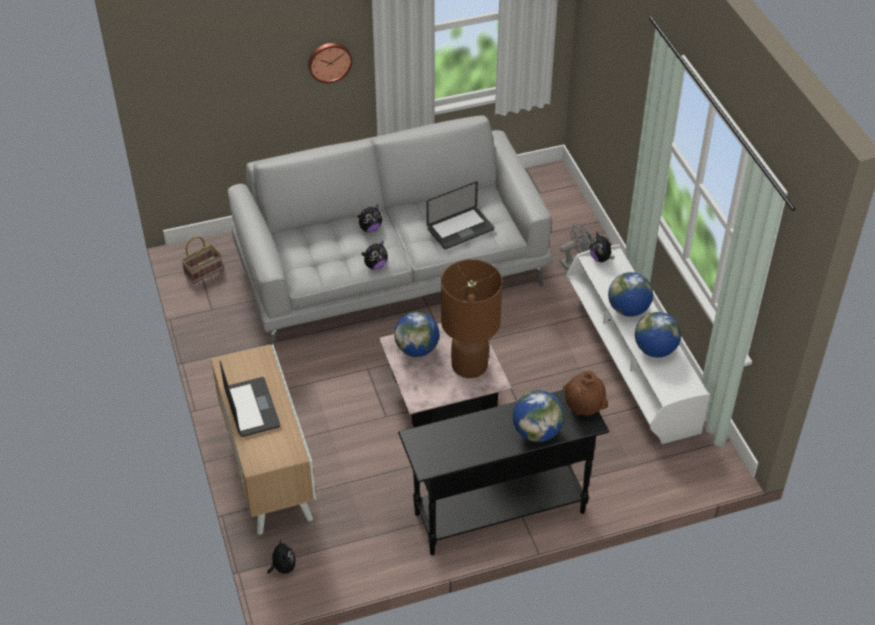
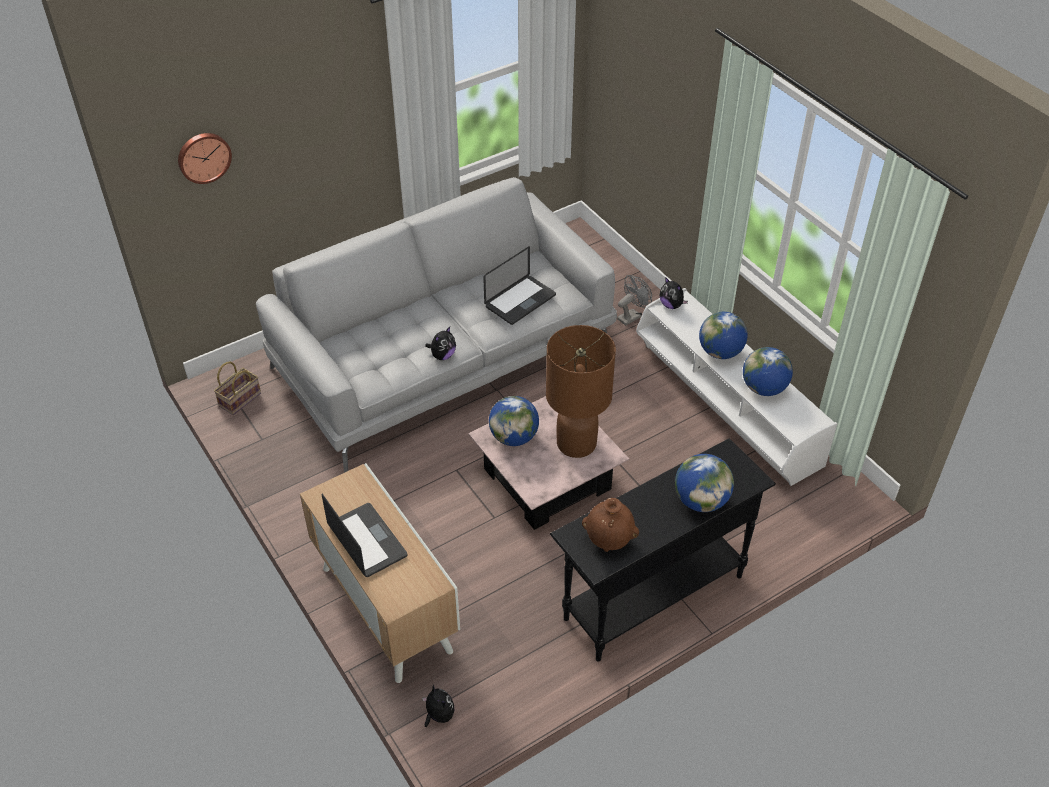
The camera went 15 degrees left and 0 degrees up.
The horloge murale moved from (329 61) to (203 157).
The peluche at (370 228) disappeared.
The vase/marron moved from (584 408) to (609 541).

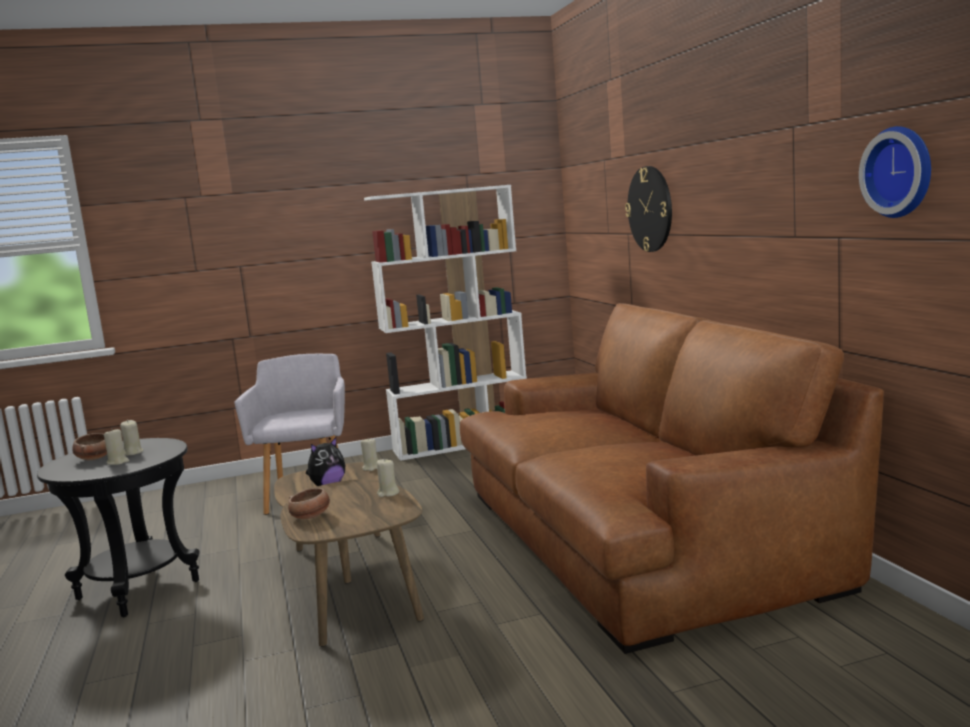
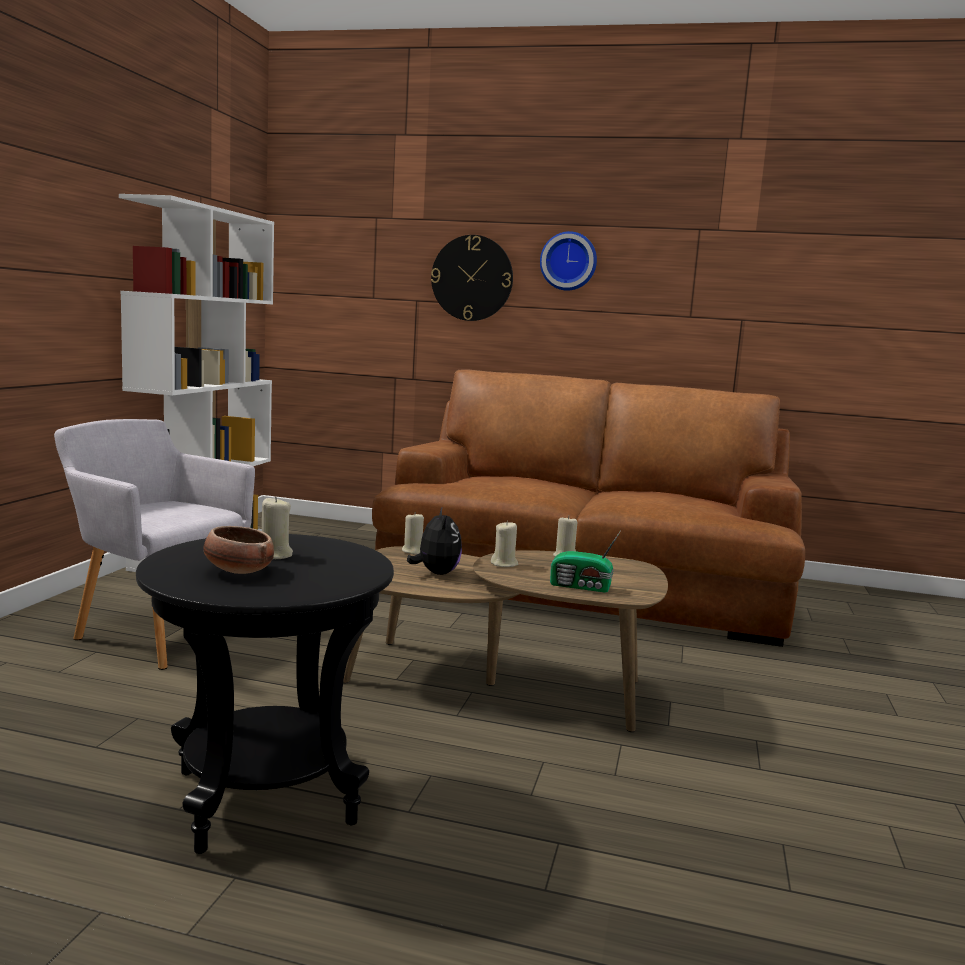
The camera went 60 degrees left and 0 degrees up.
The horloge murale moved from (901 172) to (569 261).
The bougie/beige moved from (118 462) to (504 564).
The bol at (311 516) was replaced by the radio at (582 587).

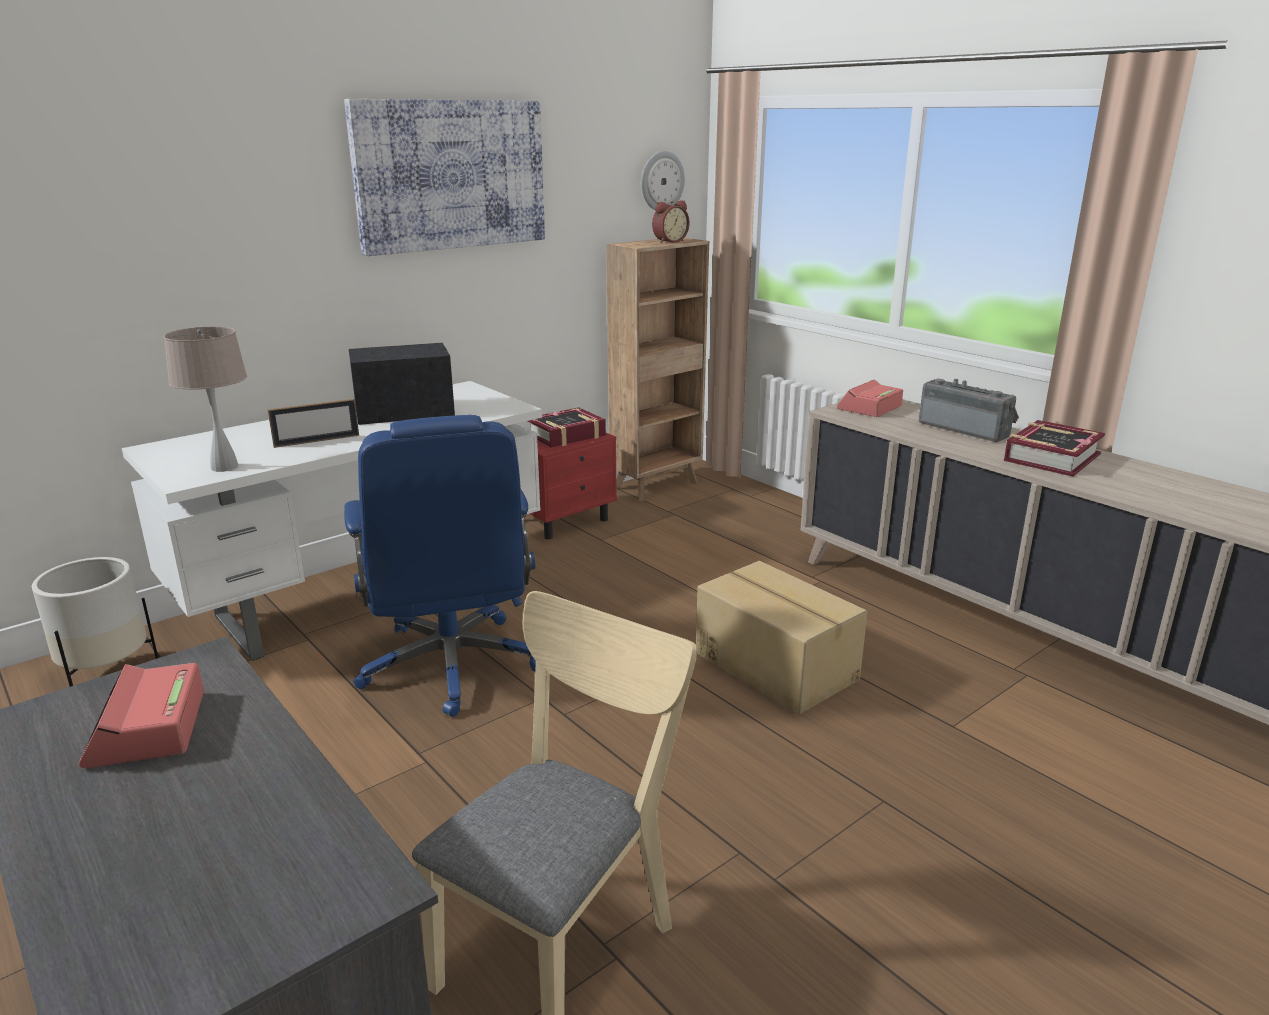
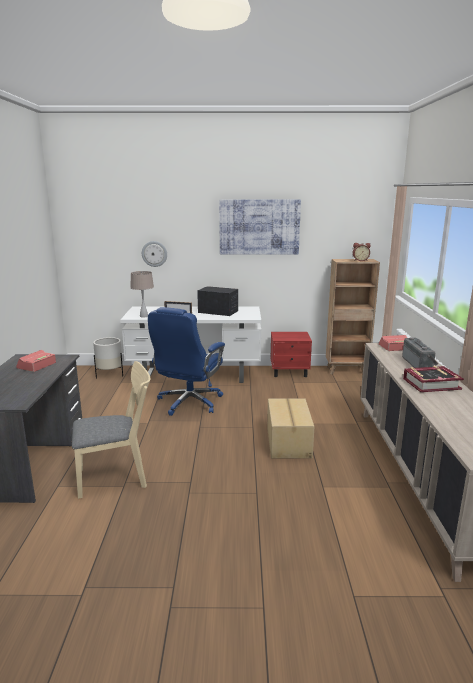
The camera went 40 degrees right and 5 degrees down.
The horloge murale moved from (661 181) to (154 253).
The livre at (566 435) disappeared.

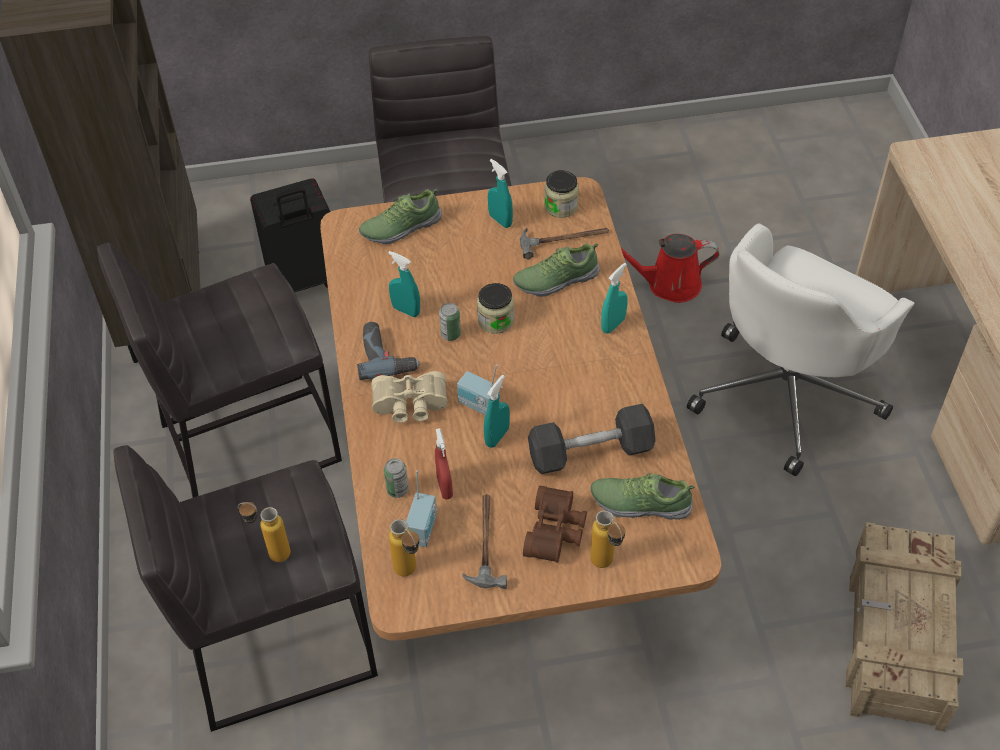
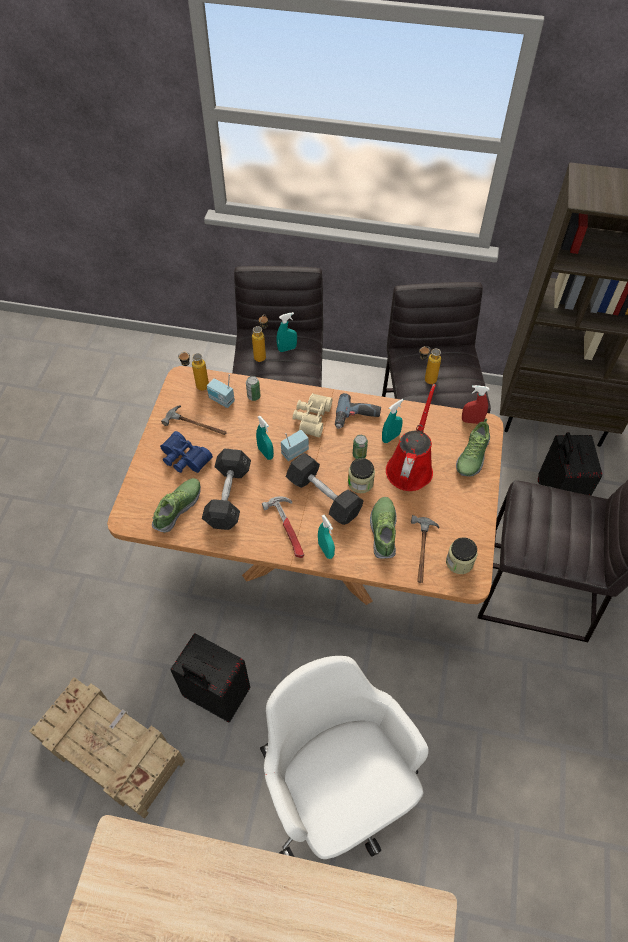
The camera went 110 degrees right and 5 degrees up.
The vaporisateur/turquoise moved from (500 220) to (287 349).
The chaussure at (400 227) turned 150 degrees counterclockwise.
The arrosoir/rouge moved from (668 284) to (410 467).
The vaporisateur/rouge moved from (444 487) to (472 421).
The jumelles/marron at (556 531) became the jumelles/bleu at (184 459).
The bouteille moved from (606 566) to (425 380).
The haltère/gris at (323 496) appeared.
The marteau at (288 528) appeared.
The valise/noir at (215 696) appeared.

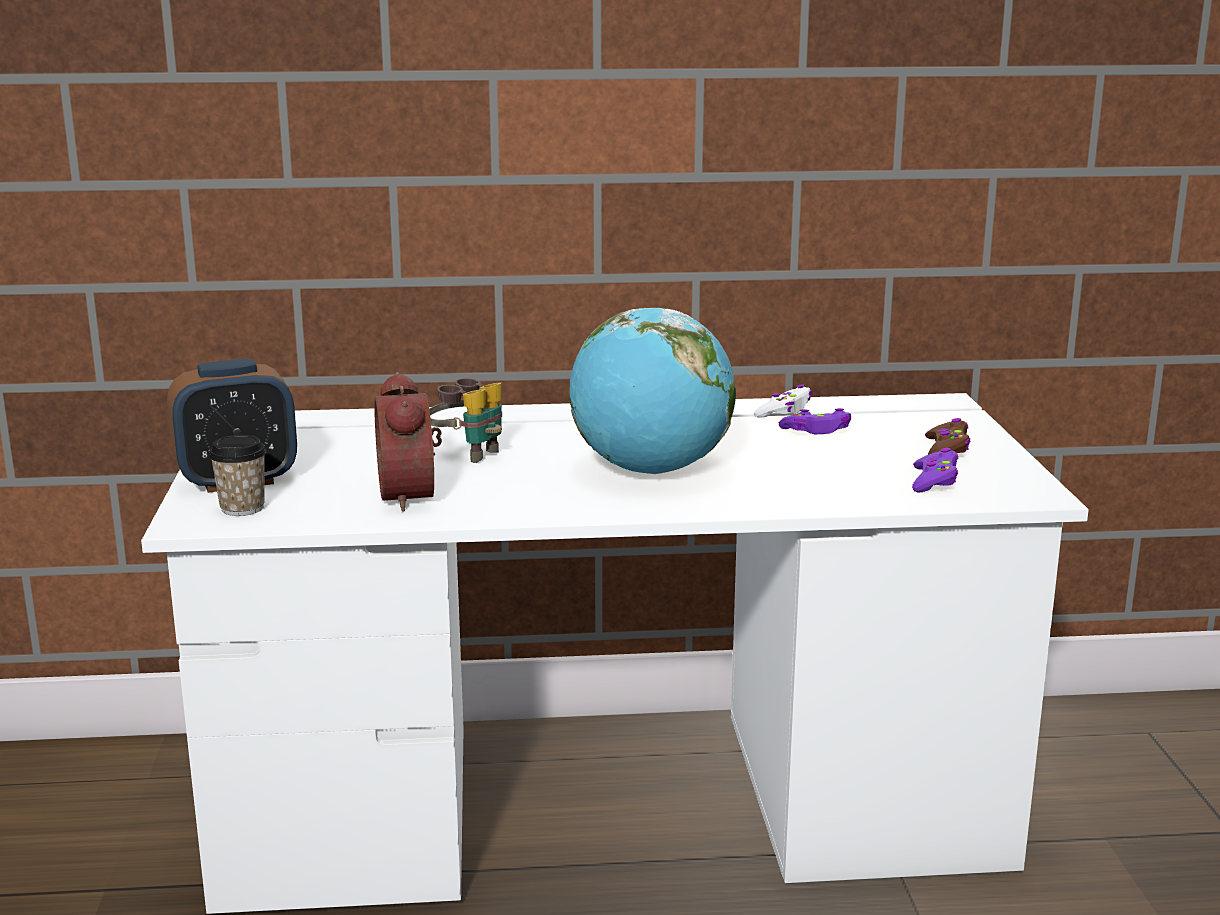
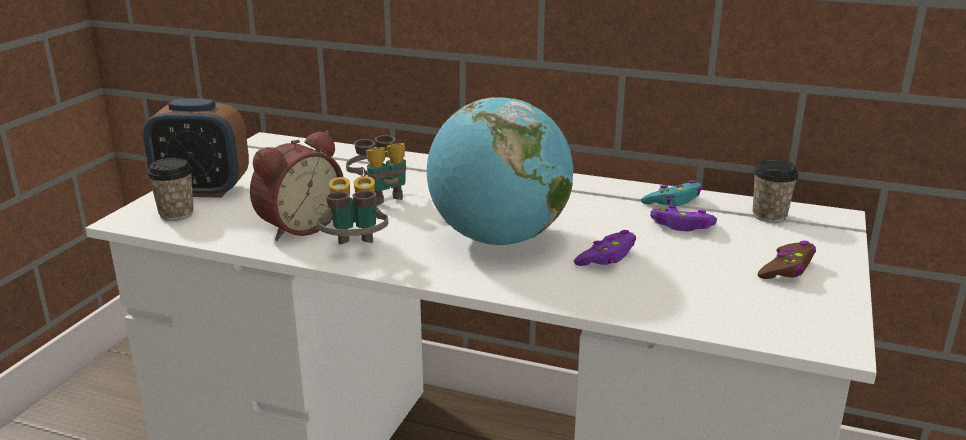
The camera went 25 degrees right and 5 degrees up.
The réveil at (413 495) turned 150 degrees counterclockwise.
The manette/blanc at (784 411) became the manette/turquoise at (673 201).
The manette/violet moved from (934 481) to (606 257).
The tasse at (769 216) appeared.
The jumelles at (355 250) appeared.

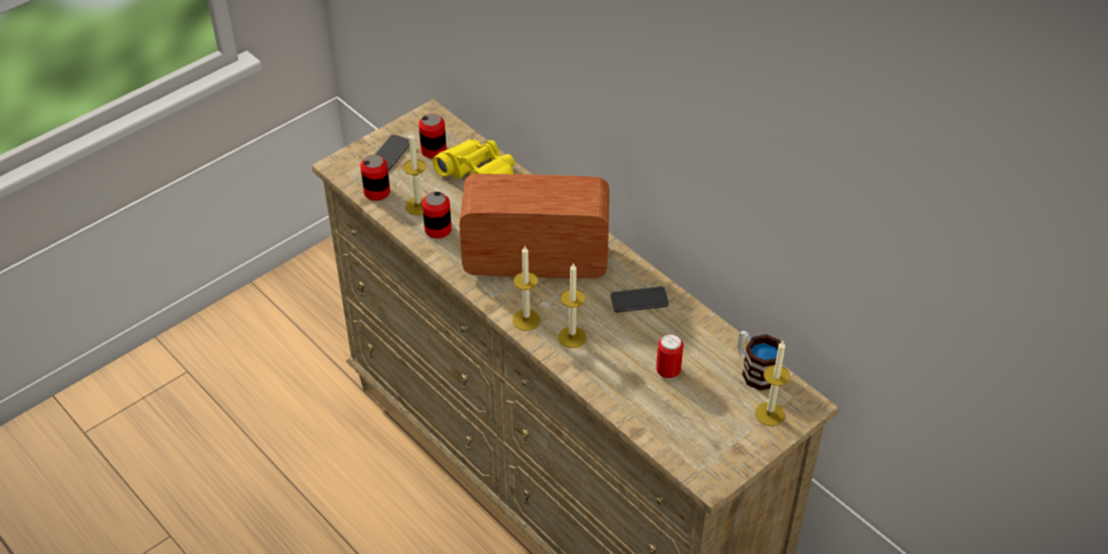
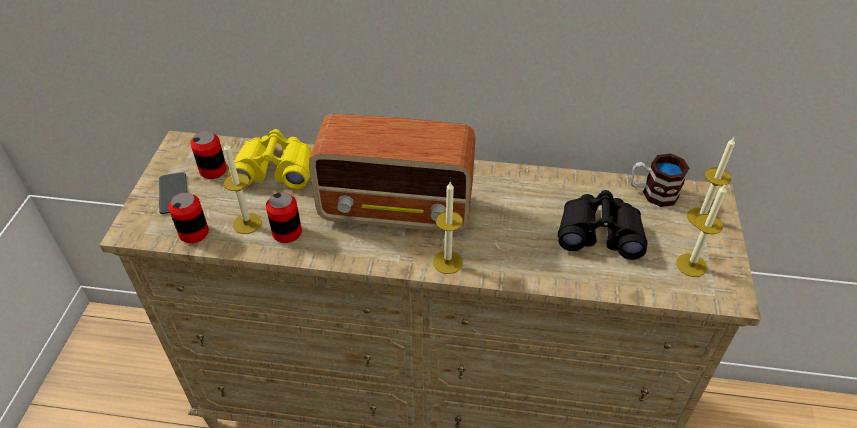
The camera went 40 degrees left and 0 degrees up.
The radio at (534 260) turned 135 degrees counterclockwise.
The bougie moved from (572 337) to (691 265).
The téléphone at (639 300) disappeared.
The boîte métallique at (668 372) was replaced by the jumelles/noir at (600 233).

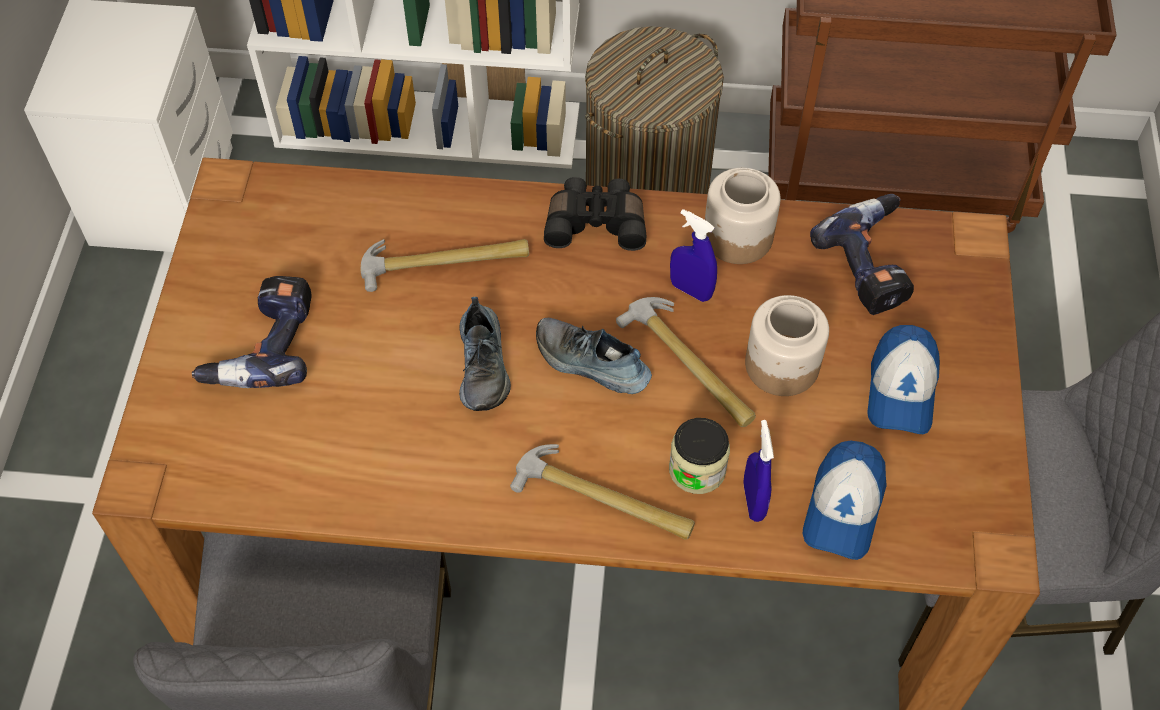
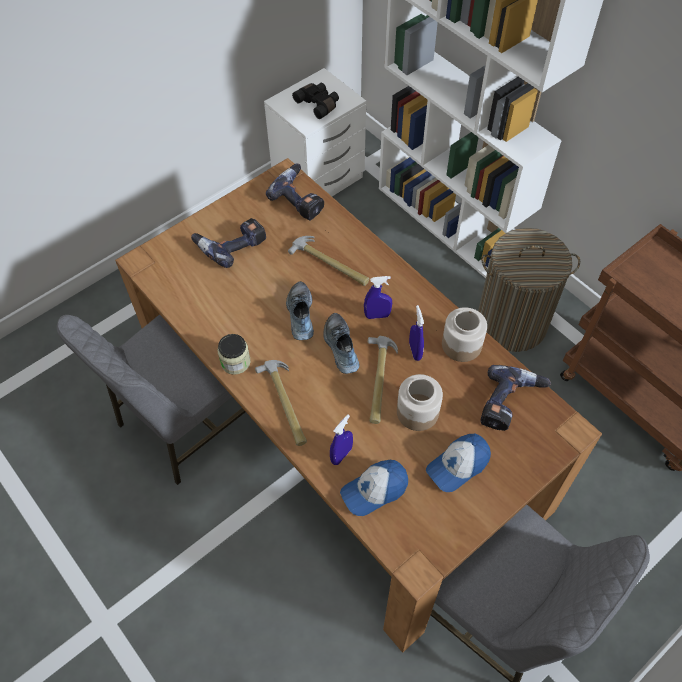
The camera went 45 degrees right and 0 degrees up.
The jumelles/noir moved from (596 222) to (318 104).
The chaussure at (484 365) turned 135 degrees clockwise.
The bocal moved from (697 469) to (235 362).
The perceuse at (300 198) appeared.
The vaporisateur/bleu at (377 315) appeared.

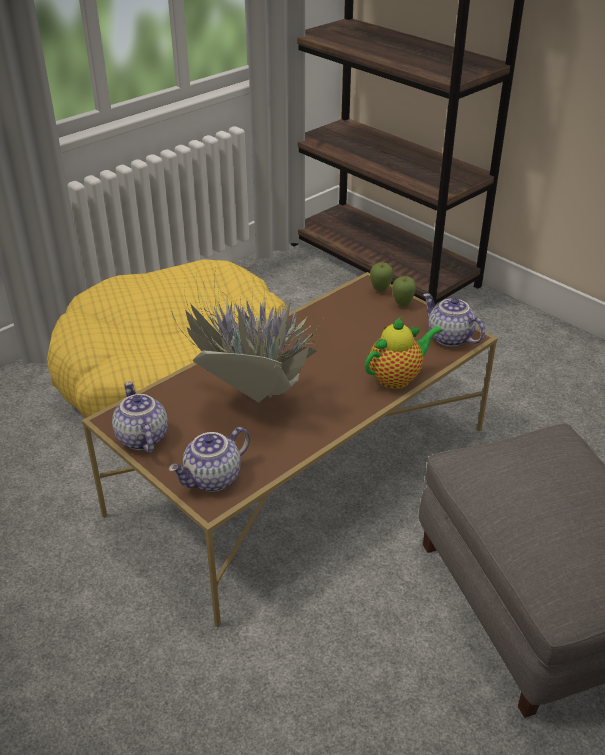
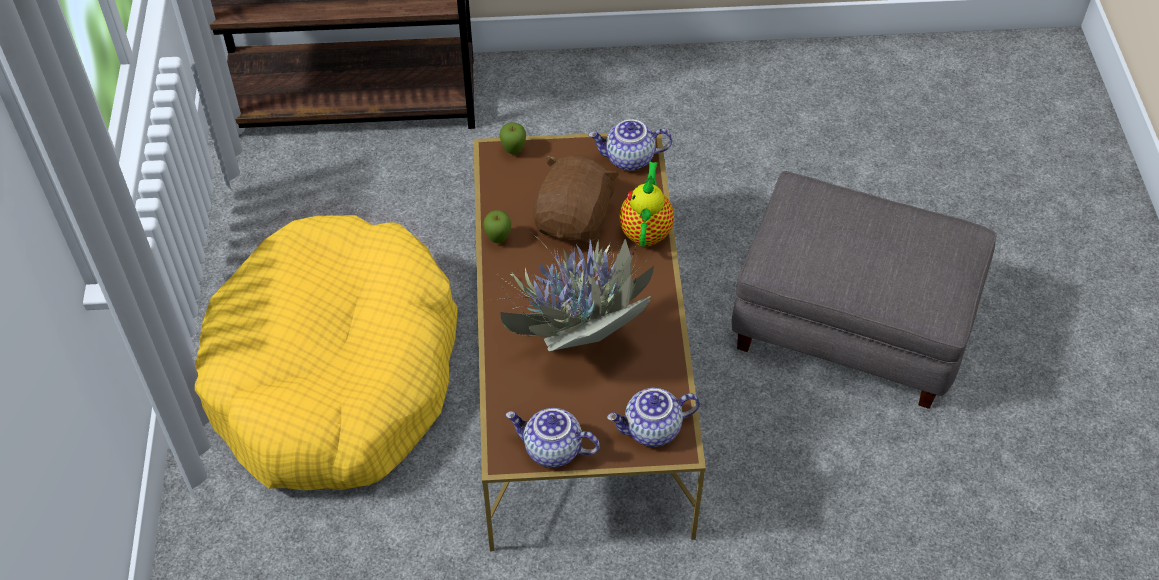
The camera went 50 degrees left and 15 degrees up.
The pomme moved from (402 305) to (498 240).
The théière at (213 479) turned 75 degrees clockwise.
The peluche/marron at (575 220) appeared.

